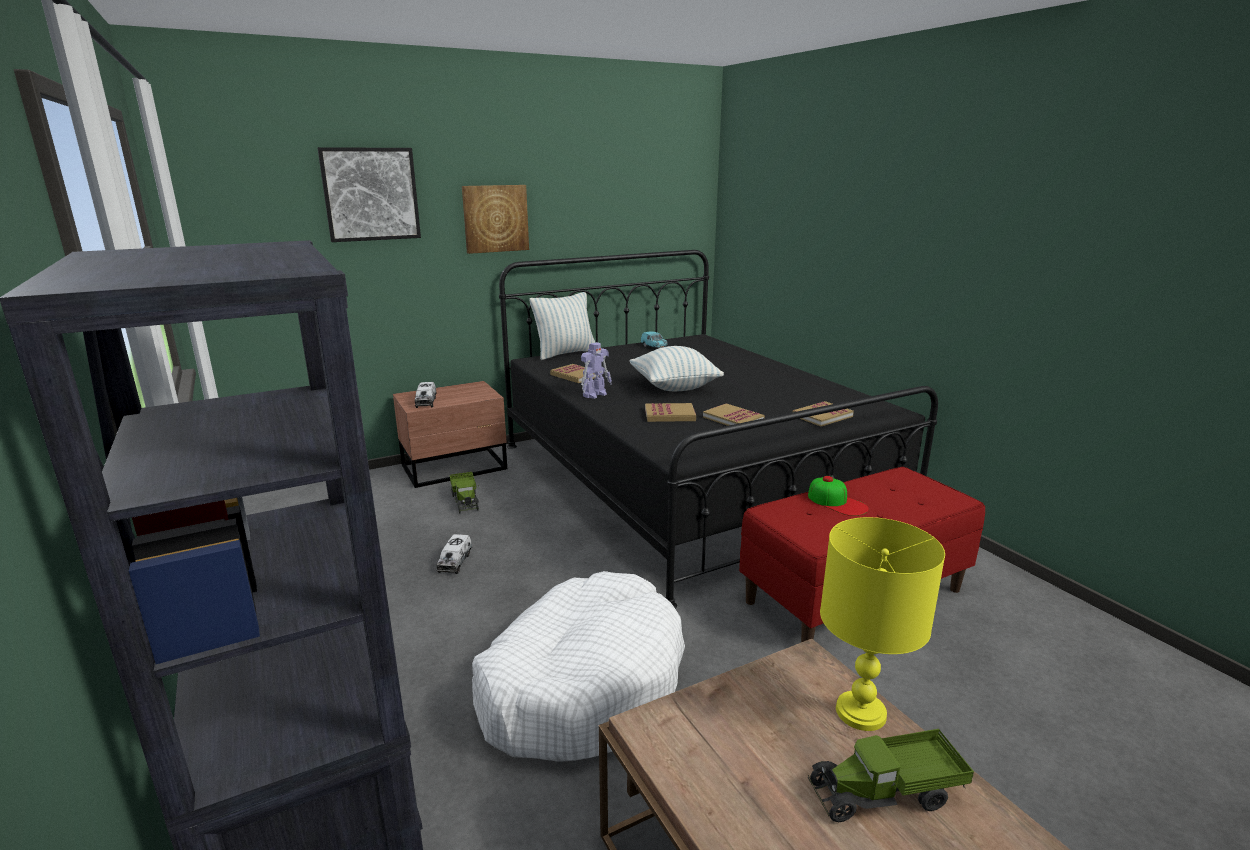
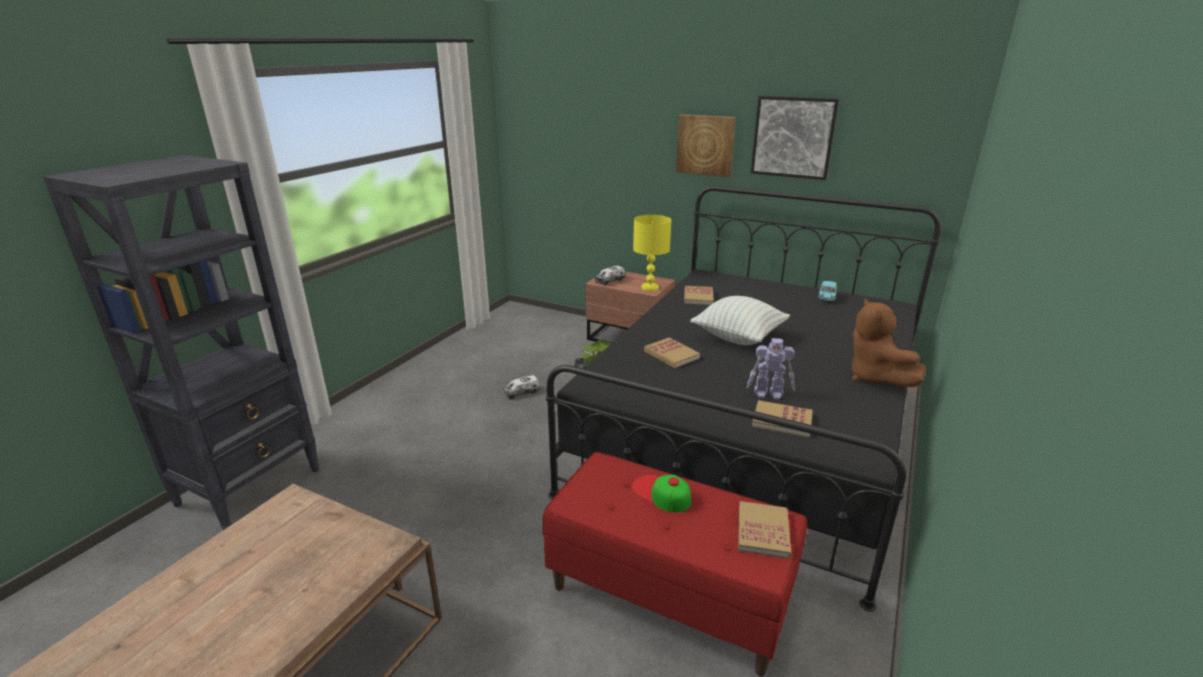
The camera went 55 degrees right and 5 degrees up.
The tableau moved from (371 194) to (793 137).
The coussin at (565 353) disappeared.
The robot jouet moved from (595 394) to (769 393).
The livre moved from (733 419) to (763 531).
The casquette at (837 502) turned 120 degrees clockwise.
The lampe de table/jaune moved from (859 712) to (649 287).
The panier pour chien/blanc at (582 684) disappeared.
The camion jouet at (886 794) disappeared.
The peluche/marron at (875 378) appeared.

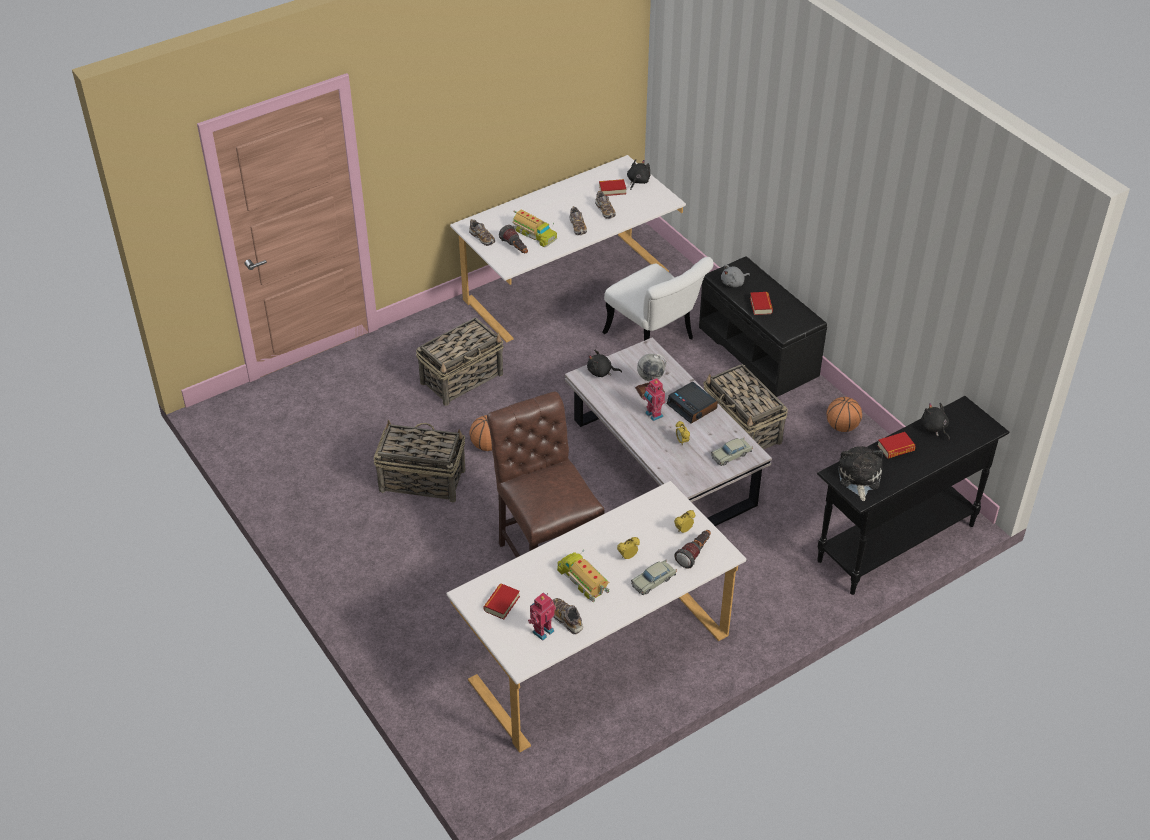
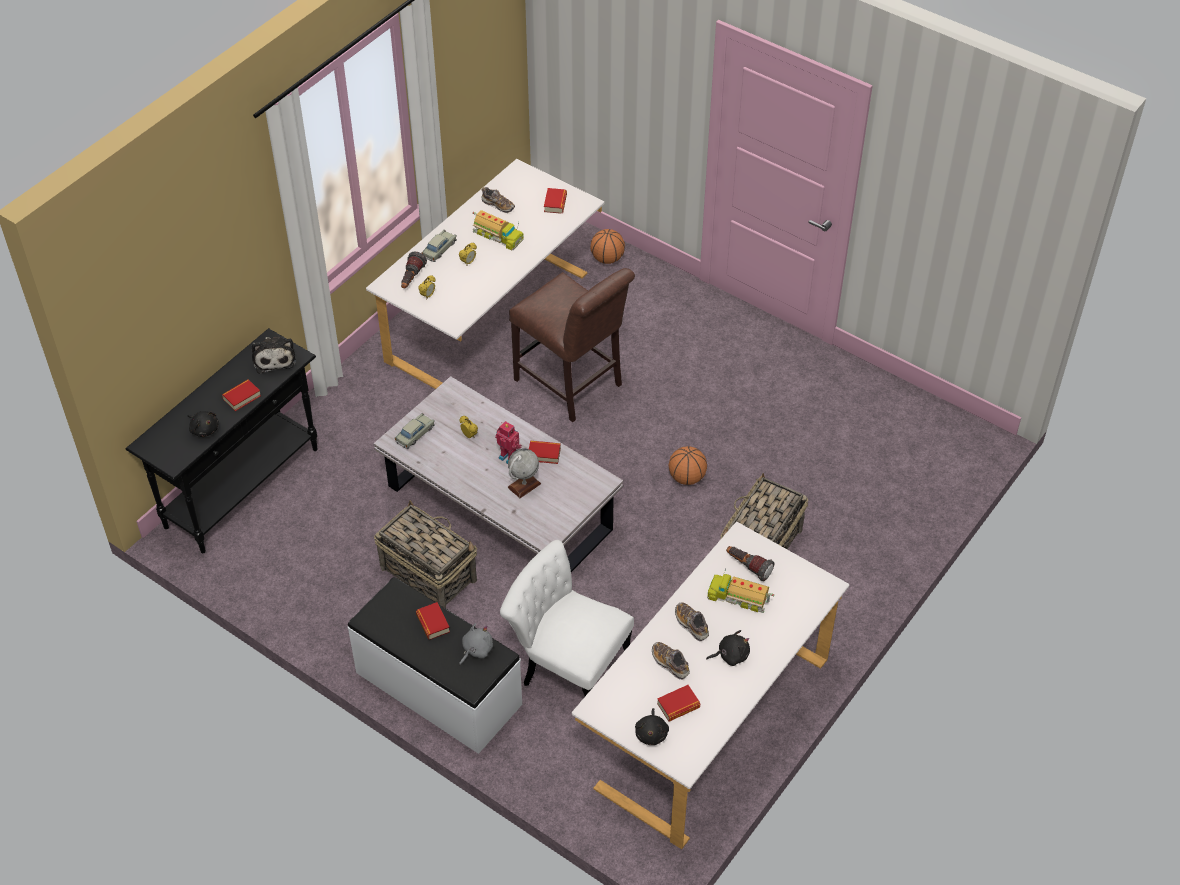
The camera went 160 degrees right and 5 degrees up.
The chaussure at (482 238) disappeared.
The banc/noir at (759 351) became the banc/blanc at (437 689).
The peluche/noir moved from (601 372) to (730 655).
The réveil at (692 407) disappeared.
The ballon de basket moved from (842 427) to (607 259).
The panier at (421 480) disappeared.
The robot jouet at (542 631) disappeared.
The livre at (544 454) appeared.

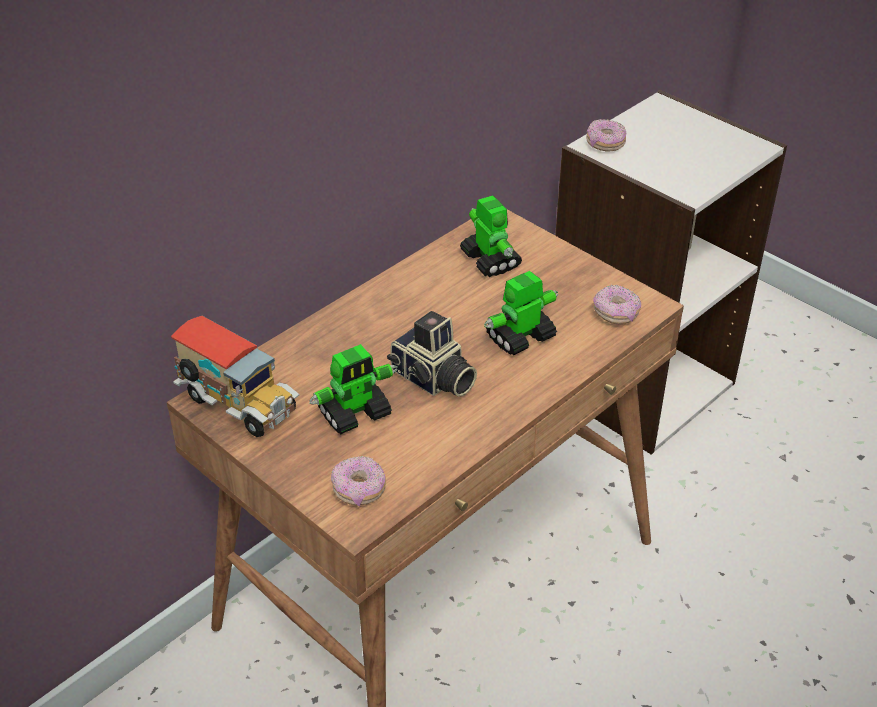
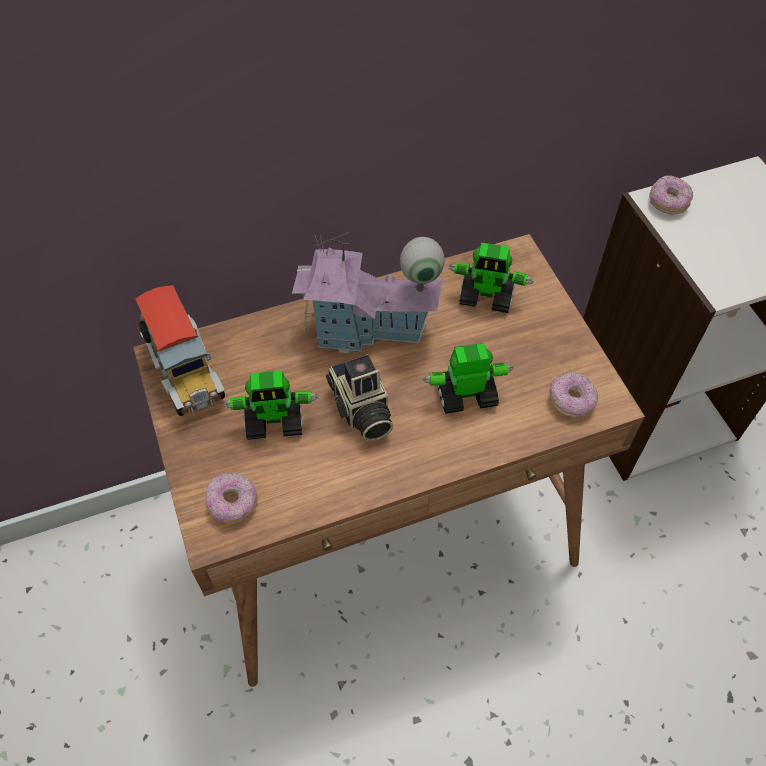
The camera went 25 degrees right and 15 degrees up.
The robot jouet at (490 260) turned 105 degrees clockwise.
The maison miniature at (368 329) appeared.

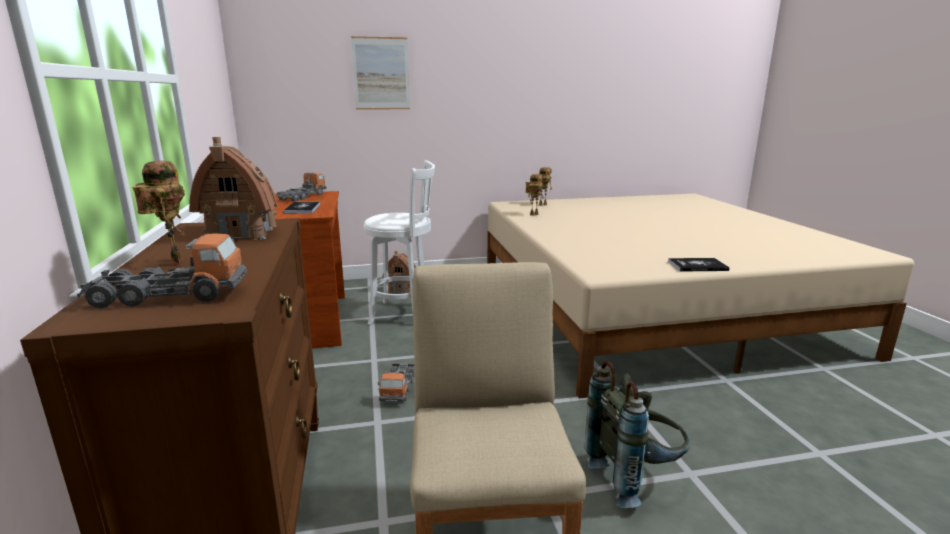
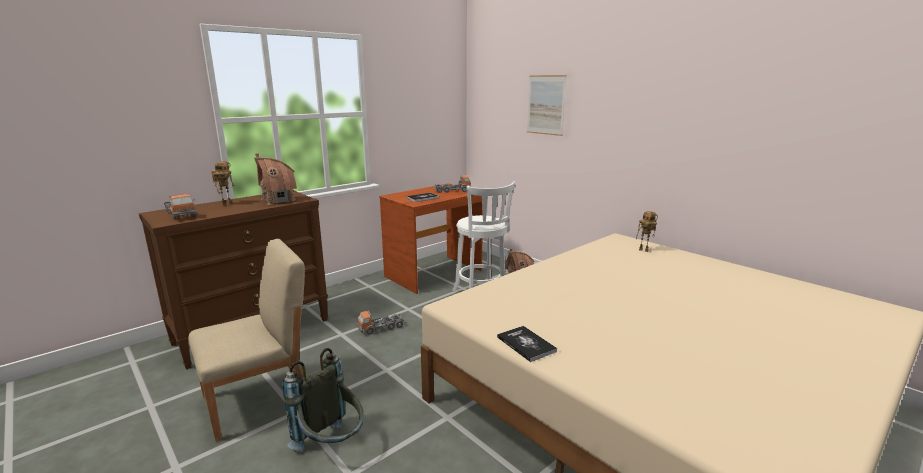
The camera went 60 degrees right and 0 degrees up.
The robot jouet at (534 214) disappeared.

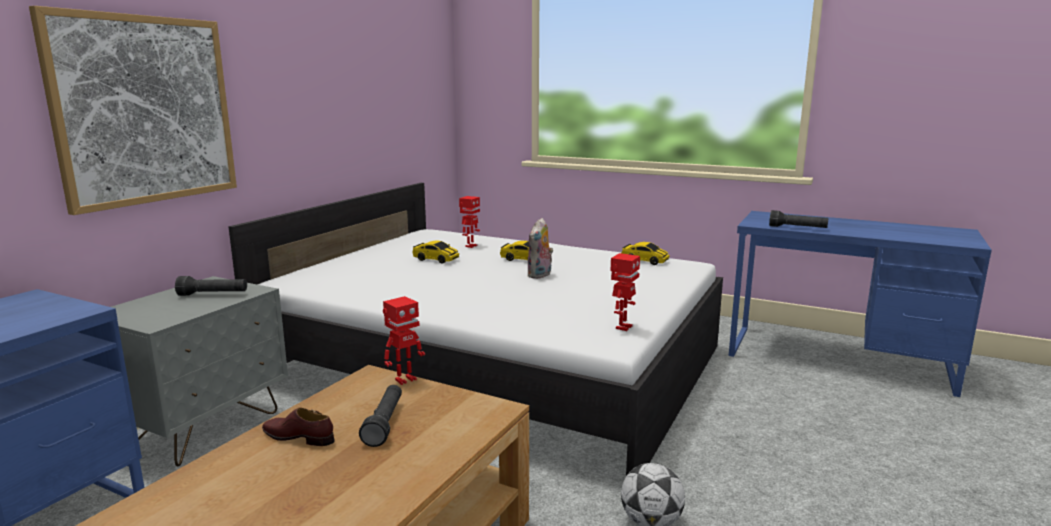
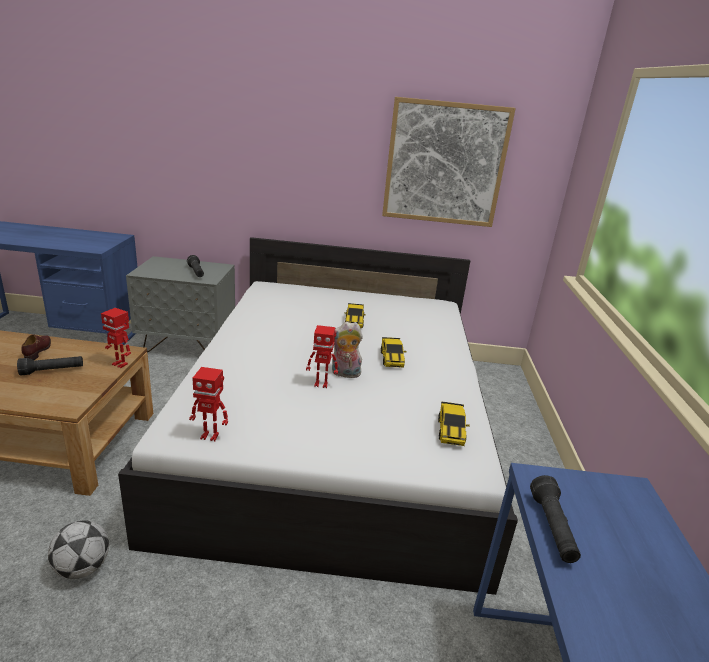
The camera went 65 degrees right and 10 degrees up.
The tableau moved from (145 110) to (445 164).
The robot jouet moved from (470 246) to (321 384).

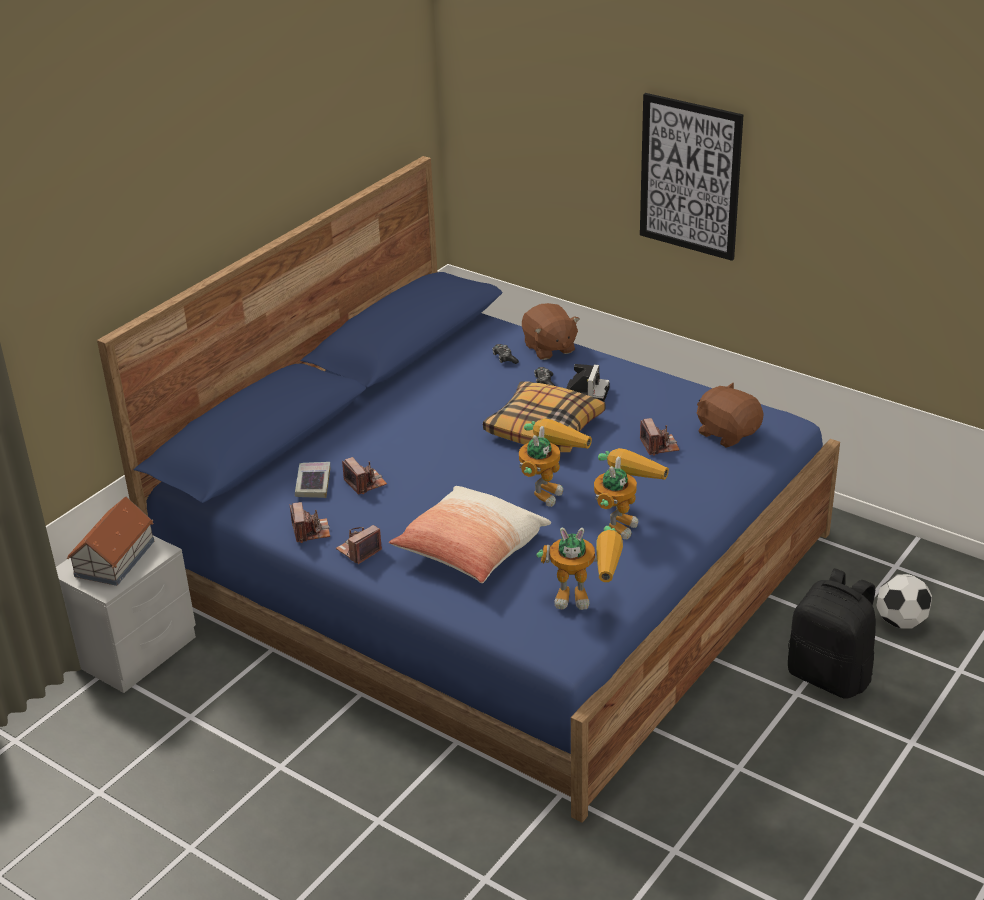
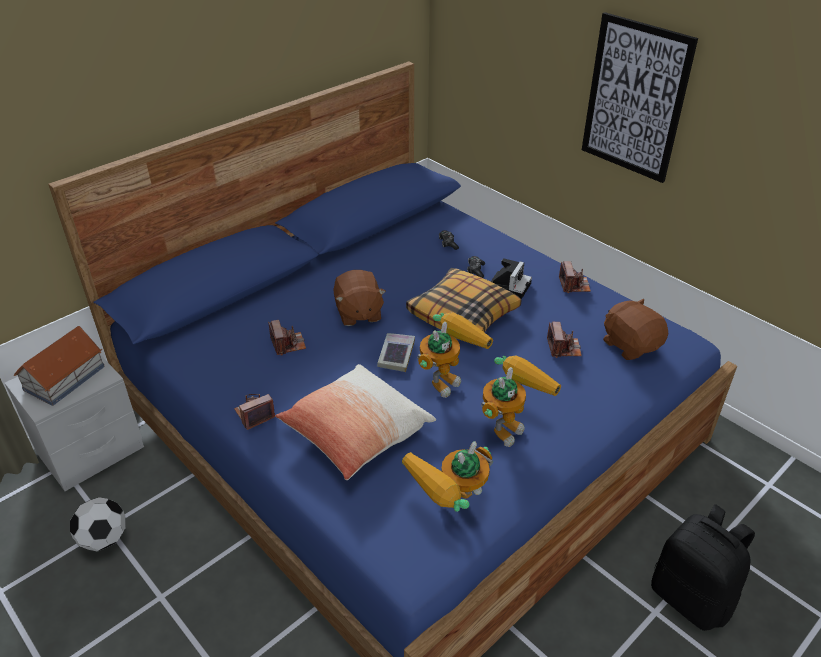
The camera went 10 degrees right and 5 degrees up.
The peluche/marron moved from (549 348) to (358 313).
The livre moved from (313 483) to (396 355).
The appareil photo moved from (311 531) to (574 285).
The robot jouet at (586 597) turned 120 degrees clockwise.
The ballon de foot moved from (900 621) to (104 539).

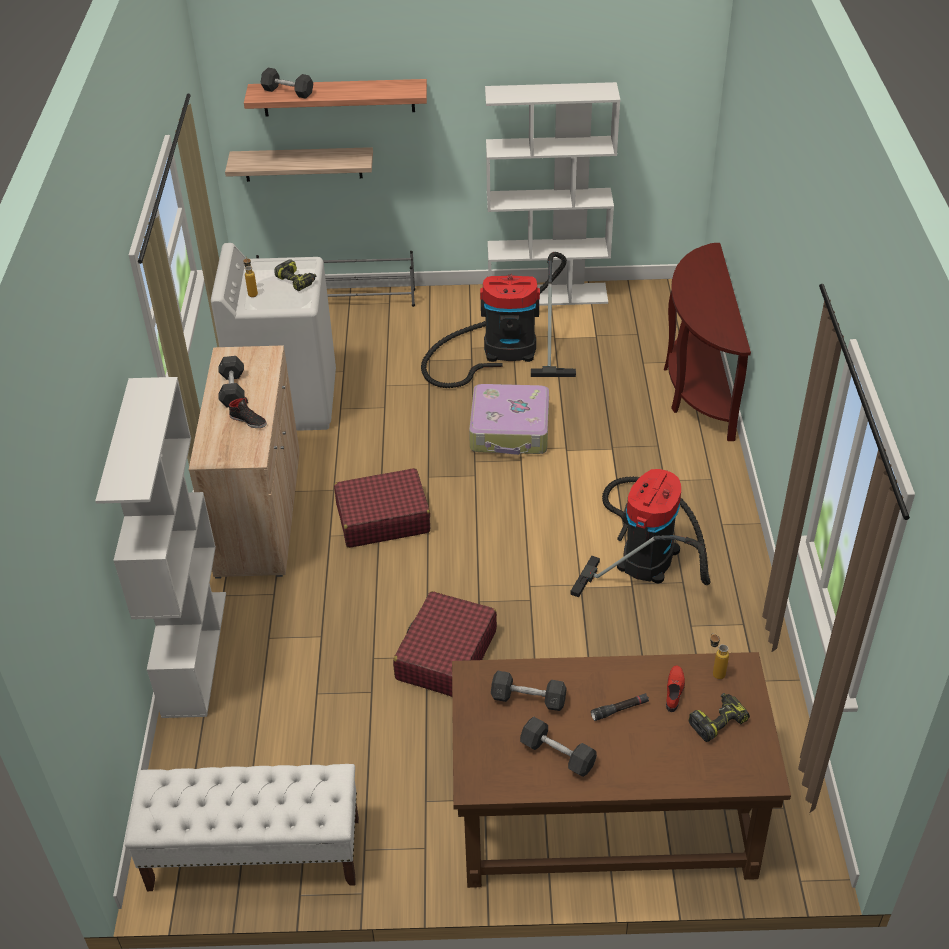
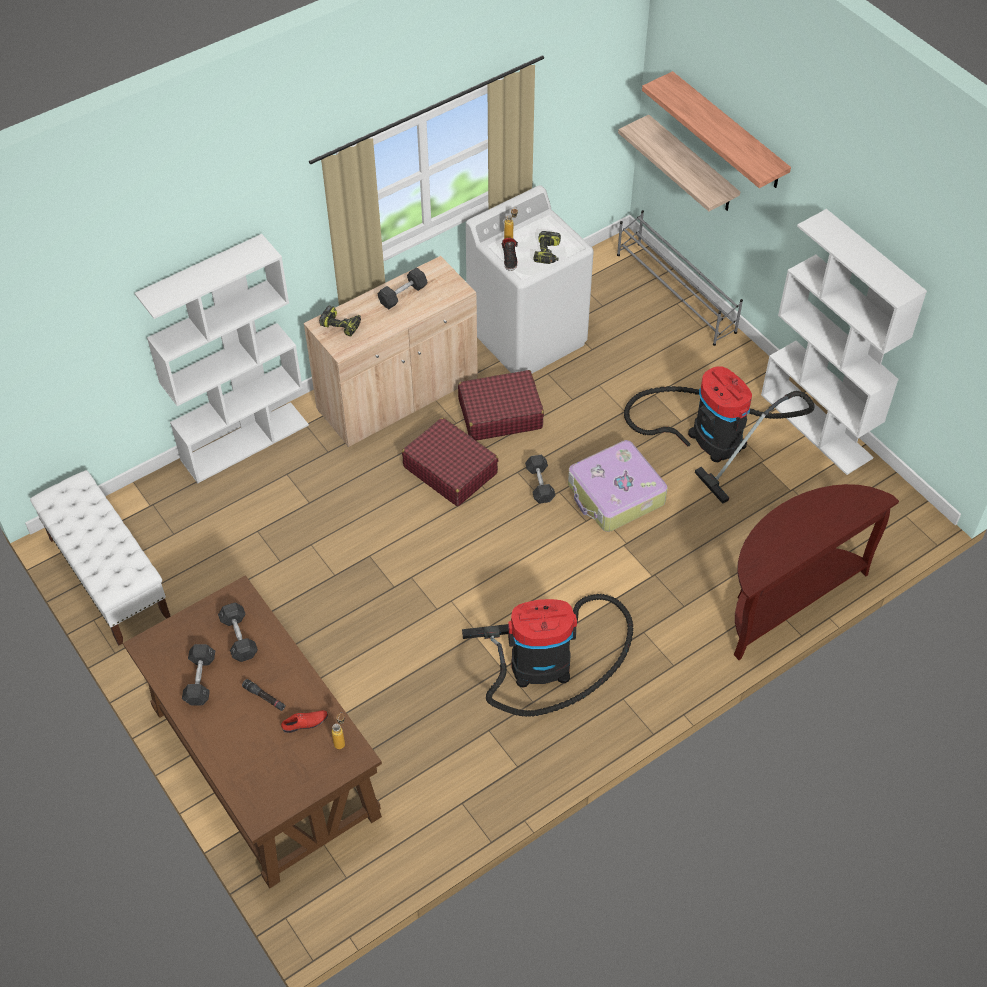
The camera went 55 degrees right and 10 degrees up.
The haltère/gris moved from (288 92) to (540 484).
The chaussure/noir moved from (248 420) to (510 259).
The valise/rouge moved from (446 655) to (500 414).
The perceuse moved from (717 721) to (342 325).

